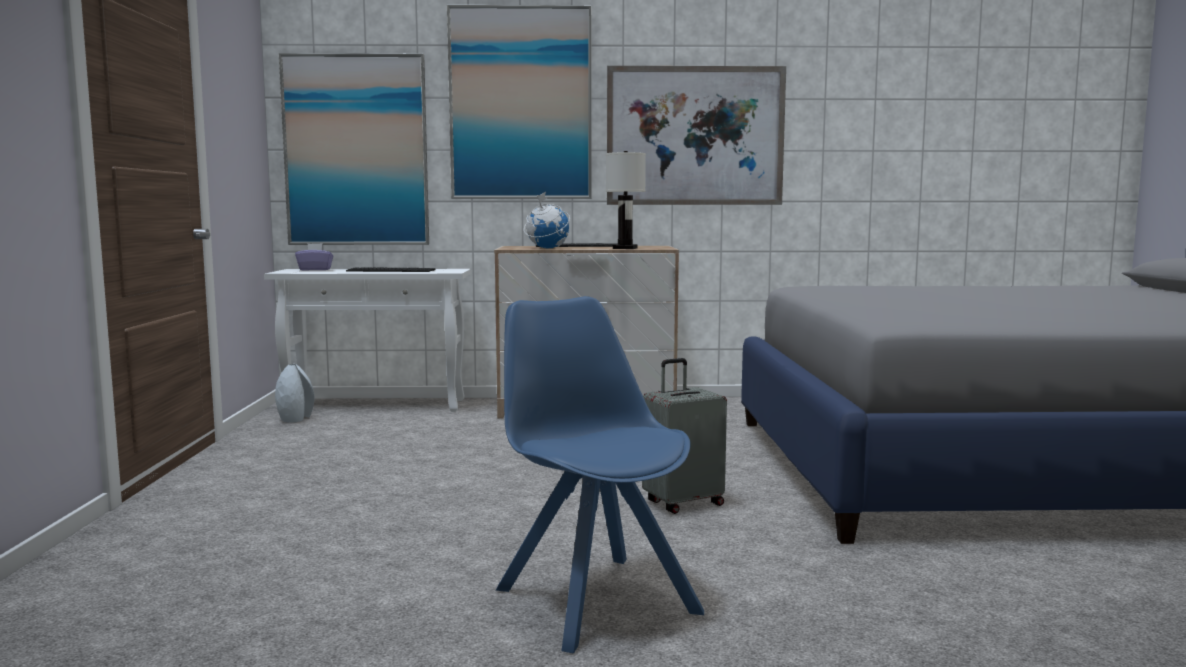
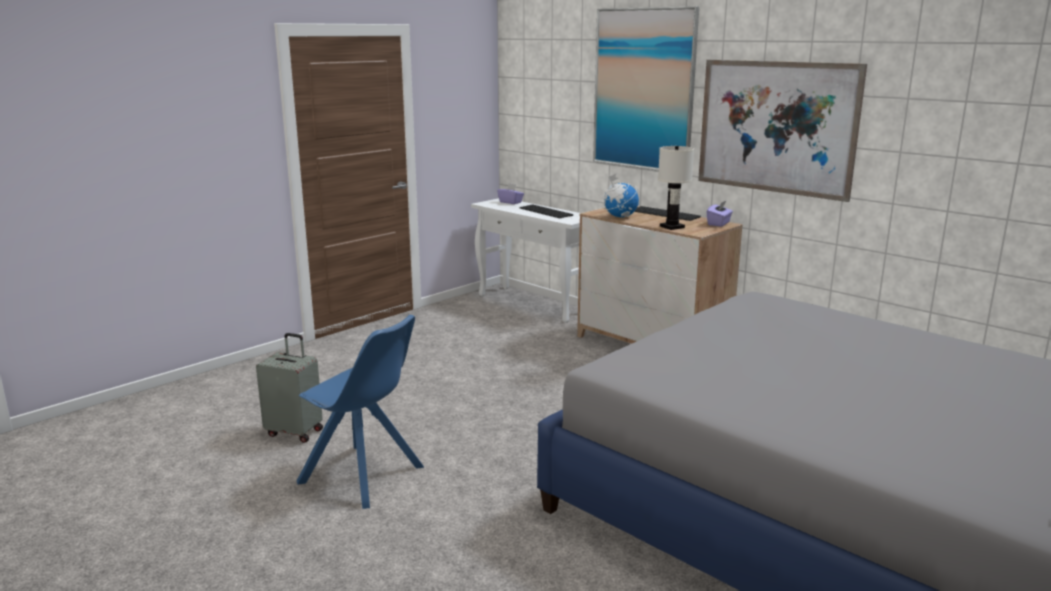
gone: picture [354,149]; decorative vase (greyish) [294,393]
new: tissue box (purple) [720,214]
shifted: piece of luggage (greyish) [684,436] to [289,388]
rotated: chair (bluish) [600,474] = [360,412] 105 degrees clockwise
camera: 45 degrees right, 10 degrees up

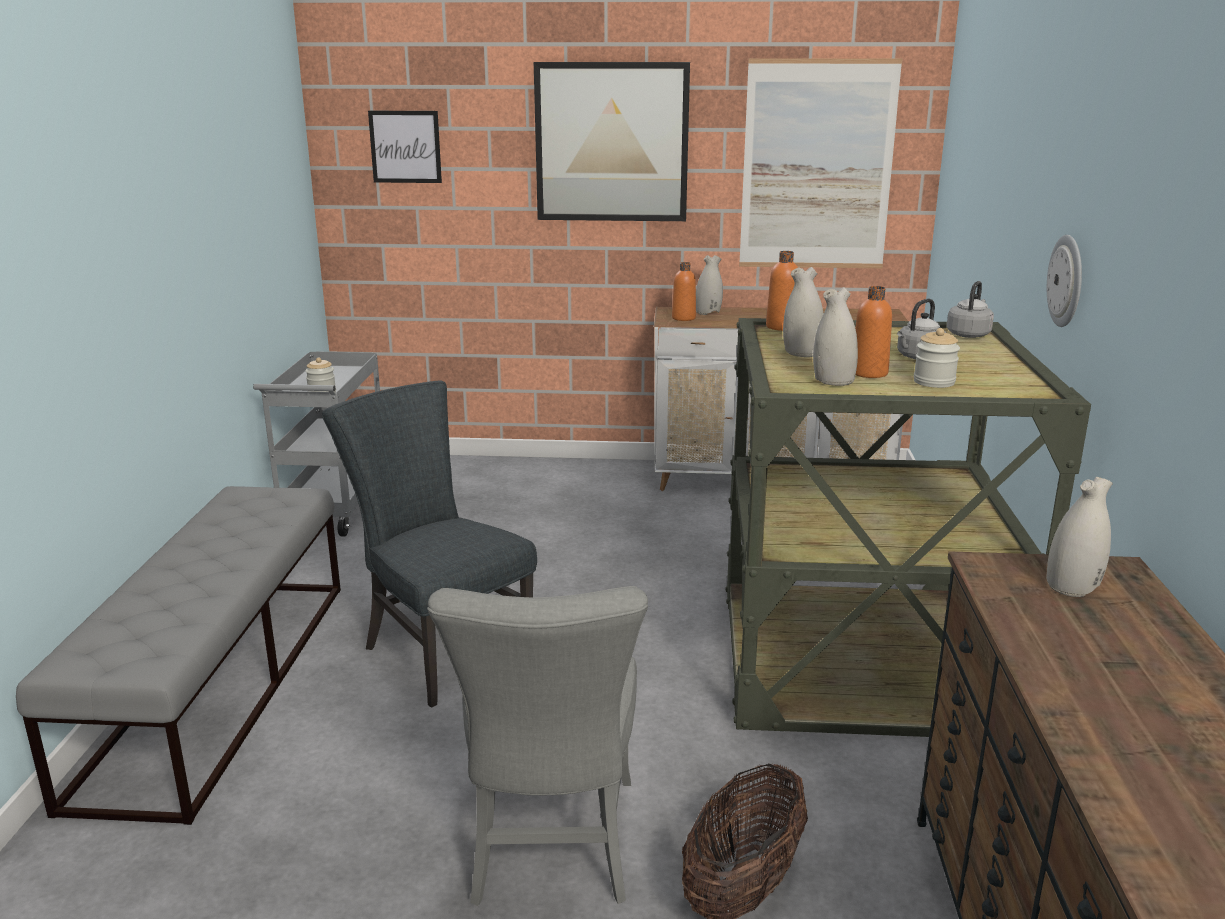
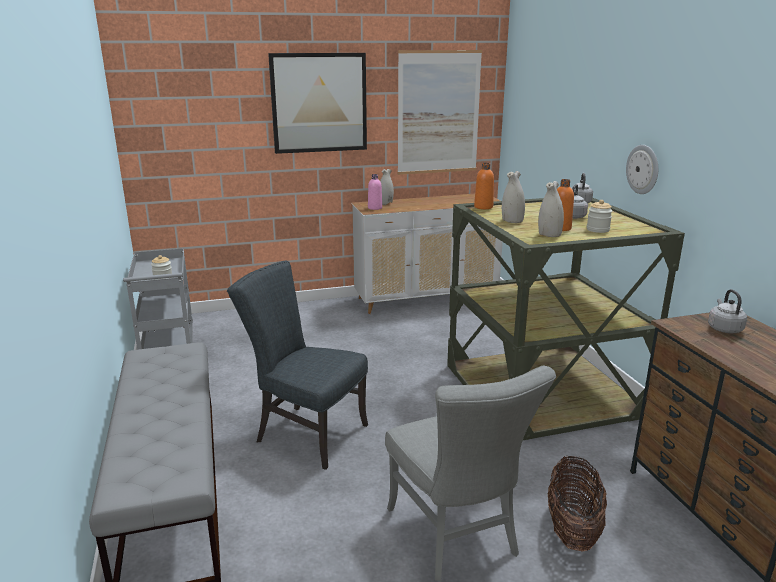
gone: picture [405,147]
swapped: decorative vase (whitish) [1079,537] to kettle (greyish) [727,311]
repainted: beverage bottle (orangey) [684,291] to beverage bottle (pink) [375,192]
camera: 20 degrees left, 0 degrees up

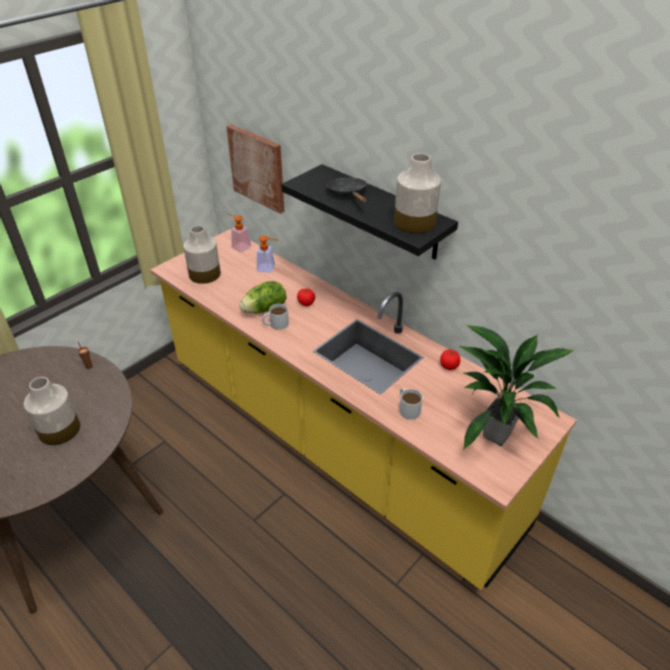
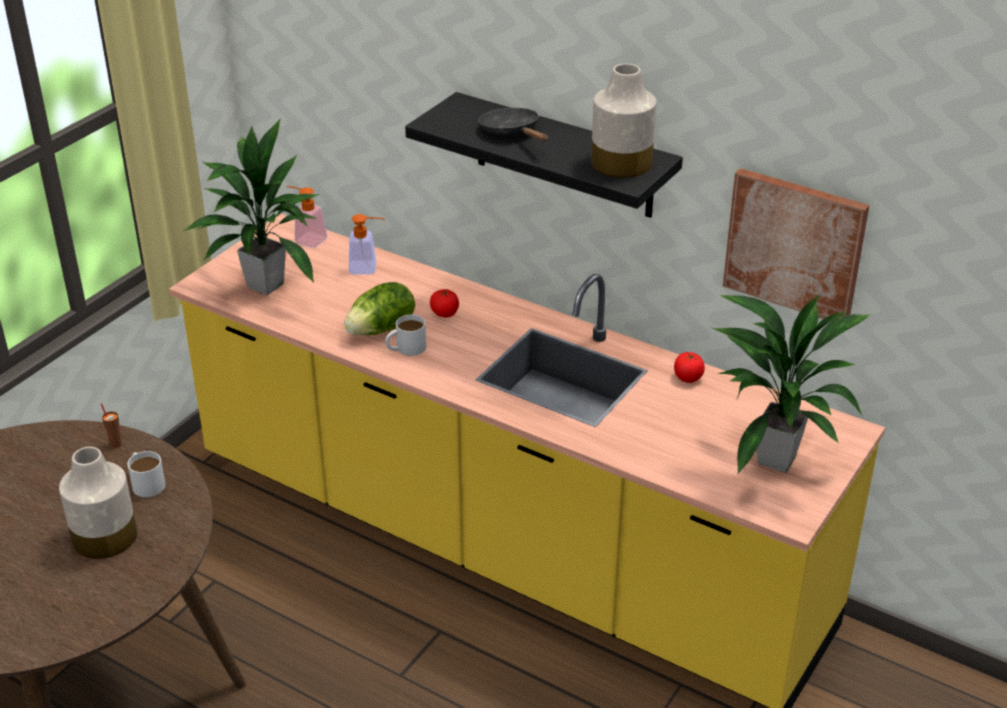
shifted: picture [255,169] to [796,244]; tea mug (whitish) [411,404] to [147,474]
swapped: decorative vase (beige-coloured) [202,255] to plant in a pot [251,207]
camera: 10 degrees left, 5 degrees down

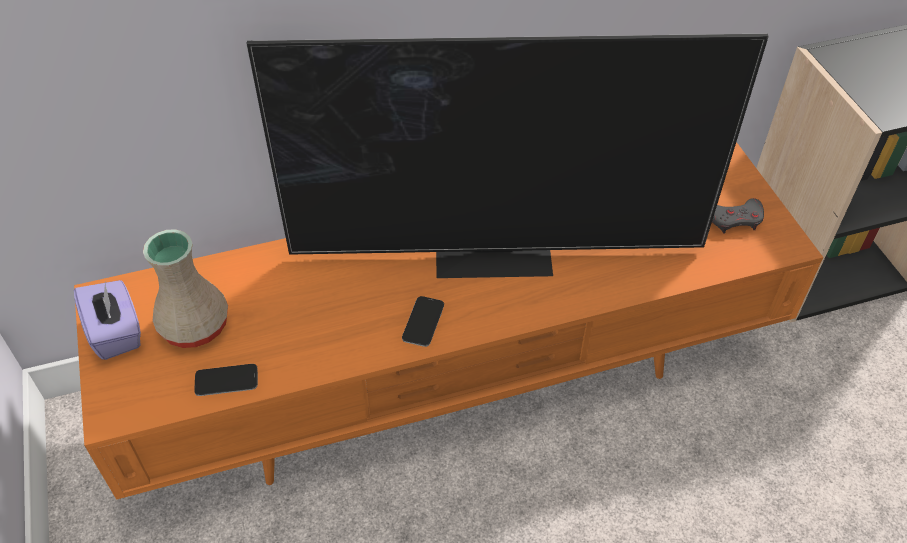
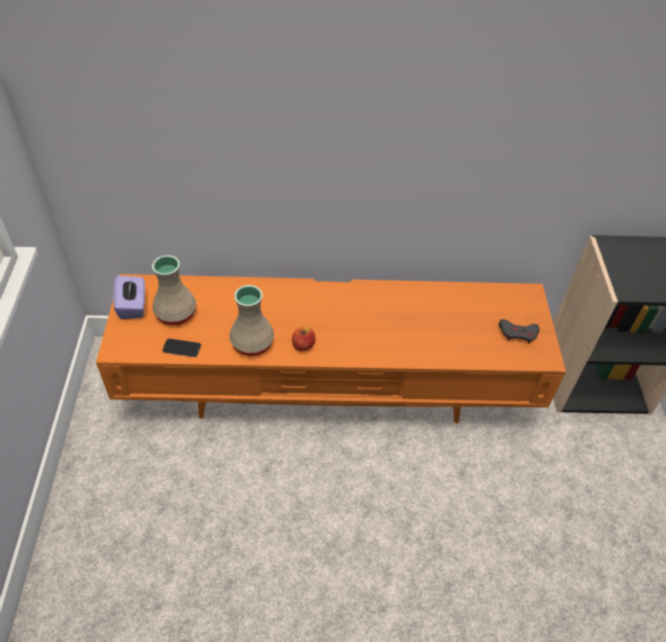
gone: television [507,156]
new: decorative vase (beige-coloured) [252,320]
swapped: phone [423,321] to whole apple [304,339]
camera: 15 degrees right, 0 degrees up

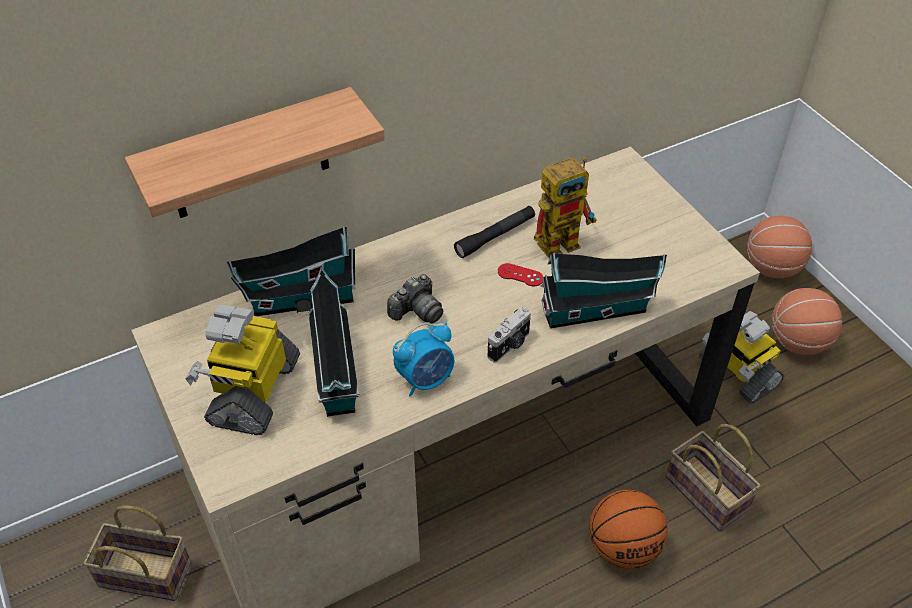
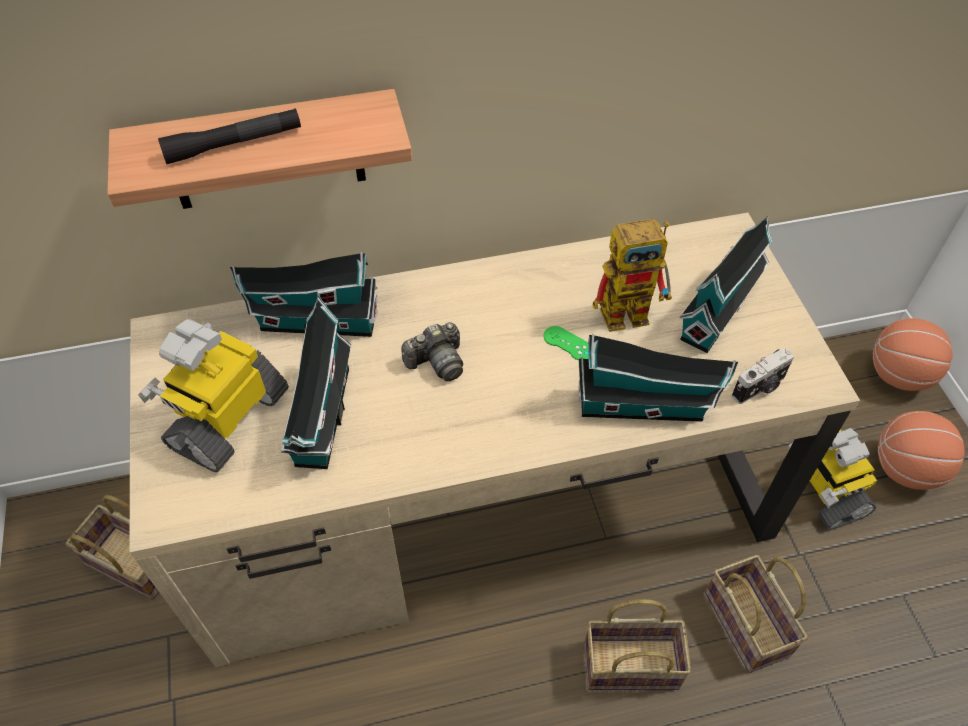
gone: table clock [423,359]
new: model house [726,284]
shifted: flashlight (blackish) [494,232] to [229,136]; photo camera [509,335] to [763,376]
swapped: basketball ball [628,529] to storage basket [638,644]
repainted: joypad (red) [520,274] to joypad (greenish) [565,343]
camera: 15 degrees right, 5 degrees up

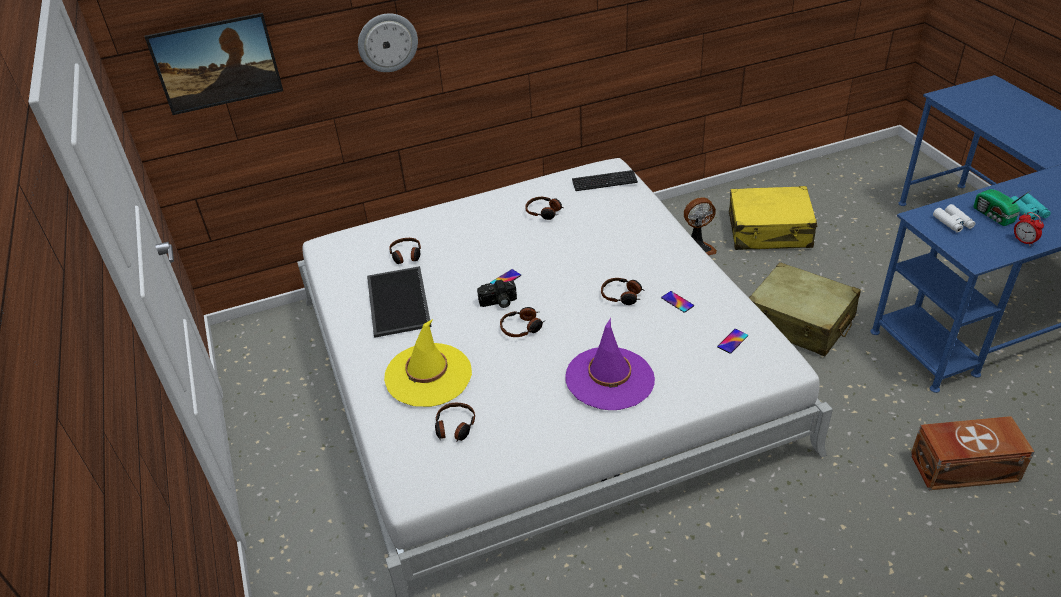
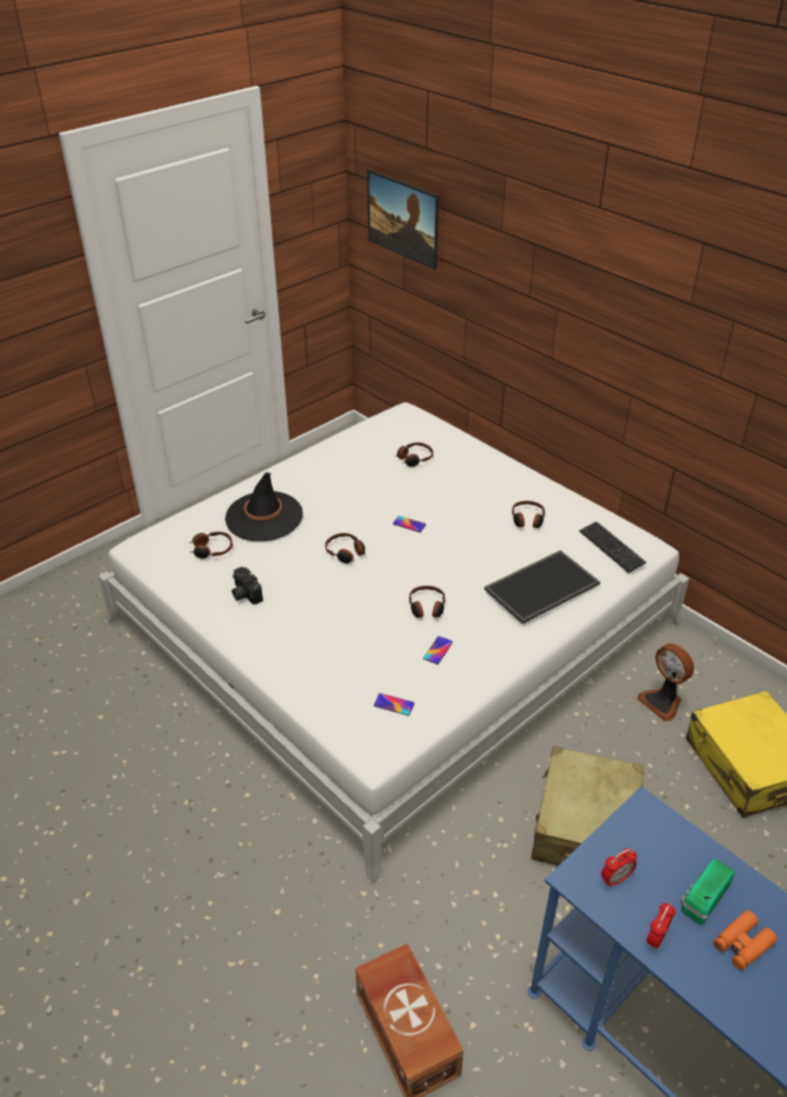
gone: clock on the wall [388,42]; pair of binoculars (whitish) [954,218]; hat (purple) [610,364]
new: table clock [619,867]
shifted: carrying tray [399,302] to [542,587]; photo camera [497,294] to [247,586]
repainted: pair of binoculars (blue-green) [1031,207] to pair of binoculars (orangey) [745,940]; hat (yellowish) [428,363] to hat (blackish) [264,506]
camera: 65 degrees right, 0 degrees up

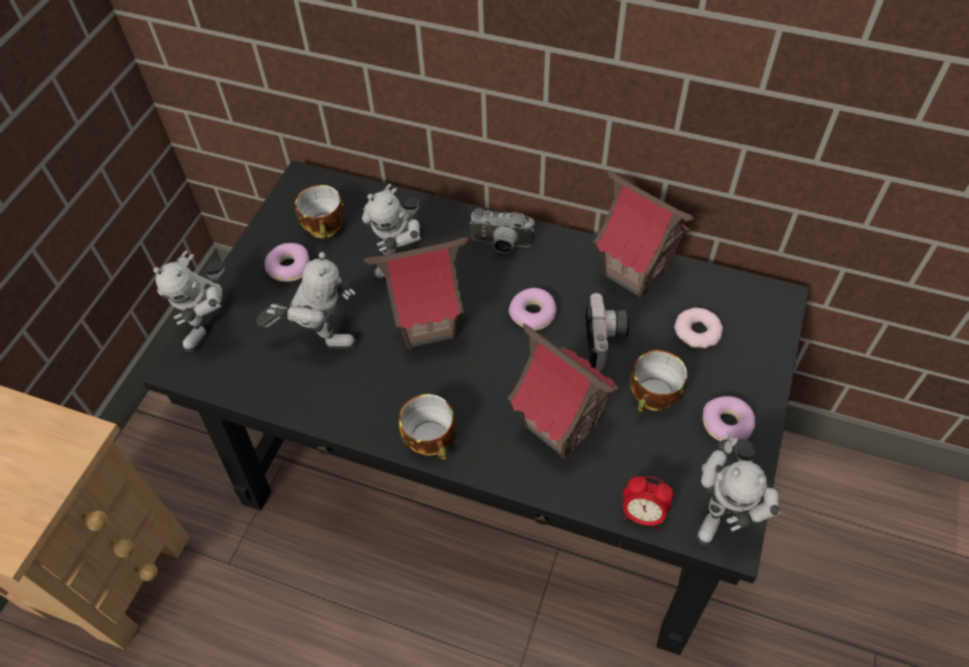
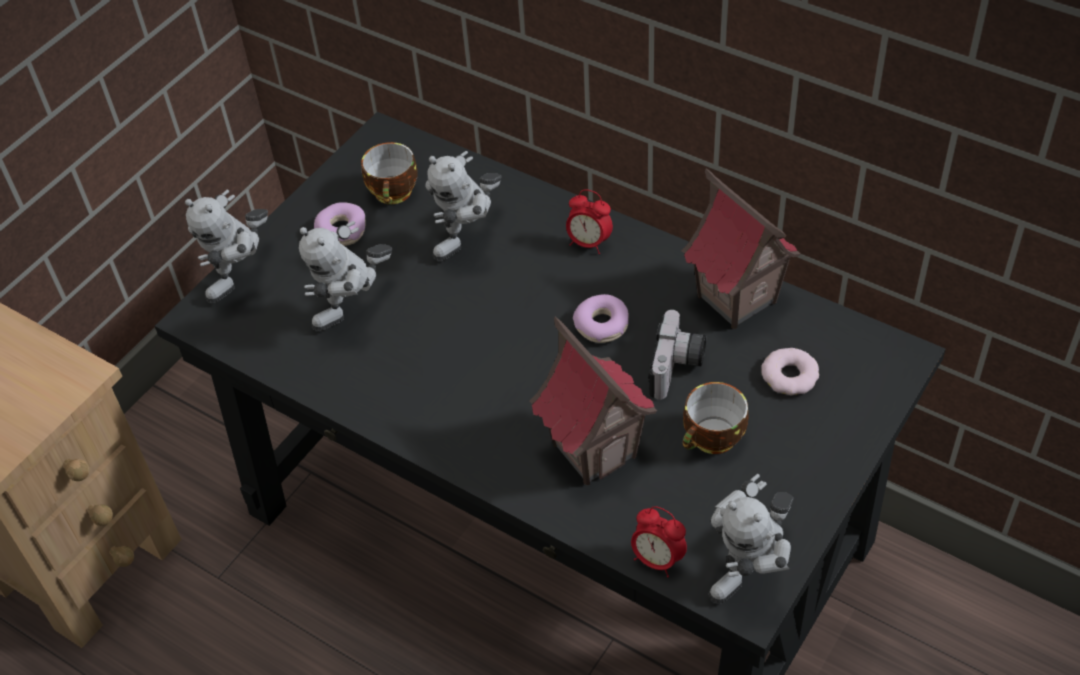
gone: model house [416,293]; small cup [427,427]; ring doughnut [729,419]
swapped: photo camera [502,230] to table clock [589,222]
rotated: robot figure [306,300] = [346,276] 120 degrees clockwise
camera: 15 degrees right, 5 degrees down

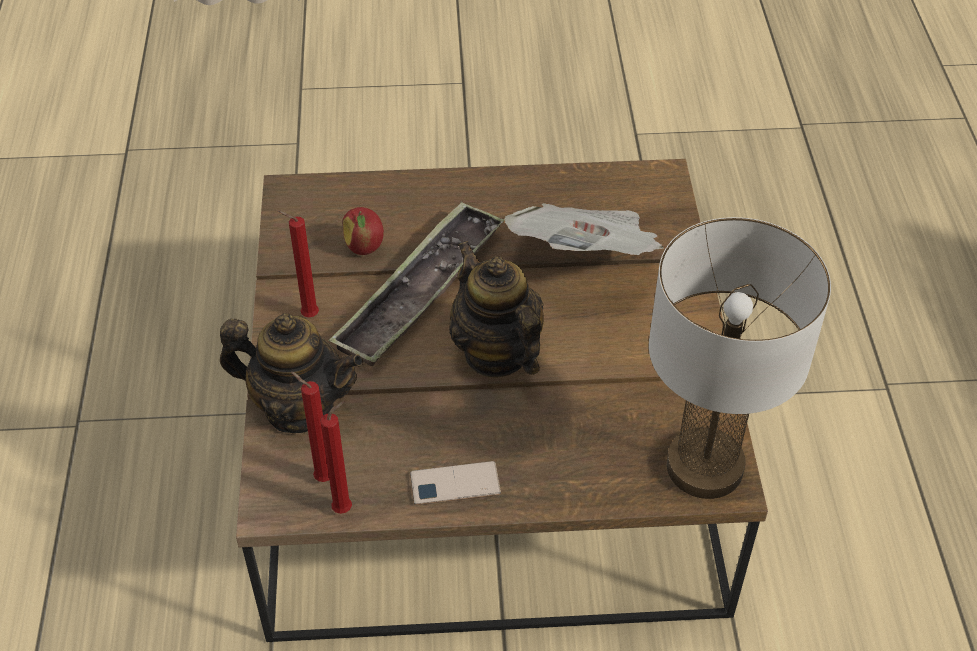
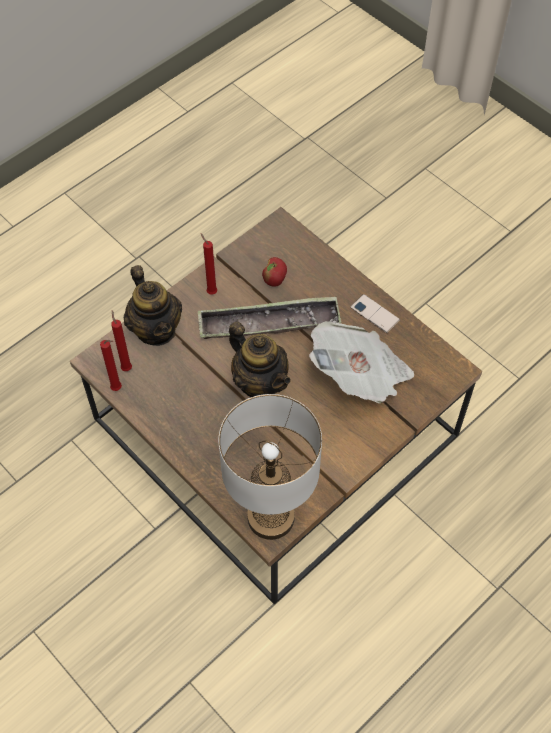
shifted: phone [455,483] to [375,313]
rotated: teapot [496,309] = [260,359] 120 degrees clockwise
camera: 50 degrees right, 10 degrees up

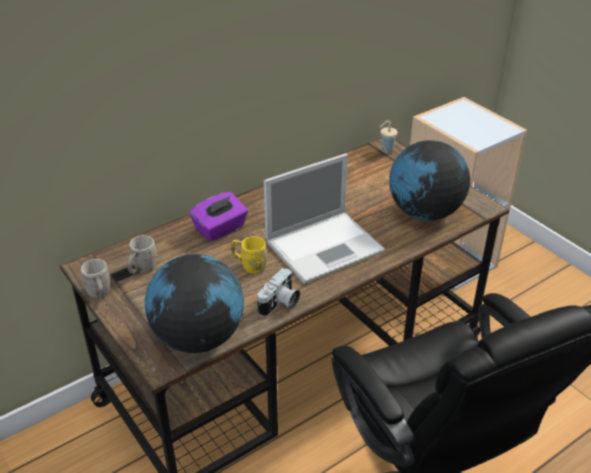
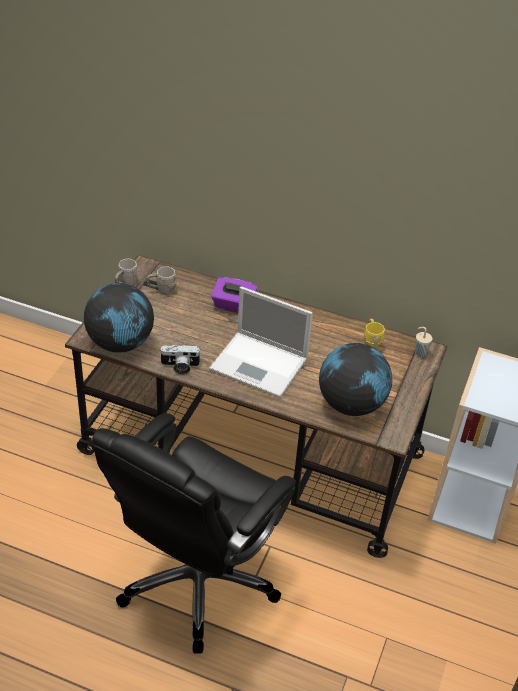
shifted: tea mug (yellowish) [248,255] to [374,334]
camera: 55 degrees right, 5 degrees up

